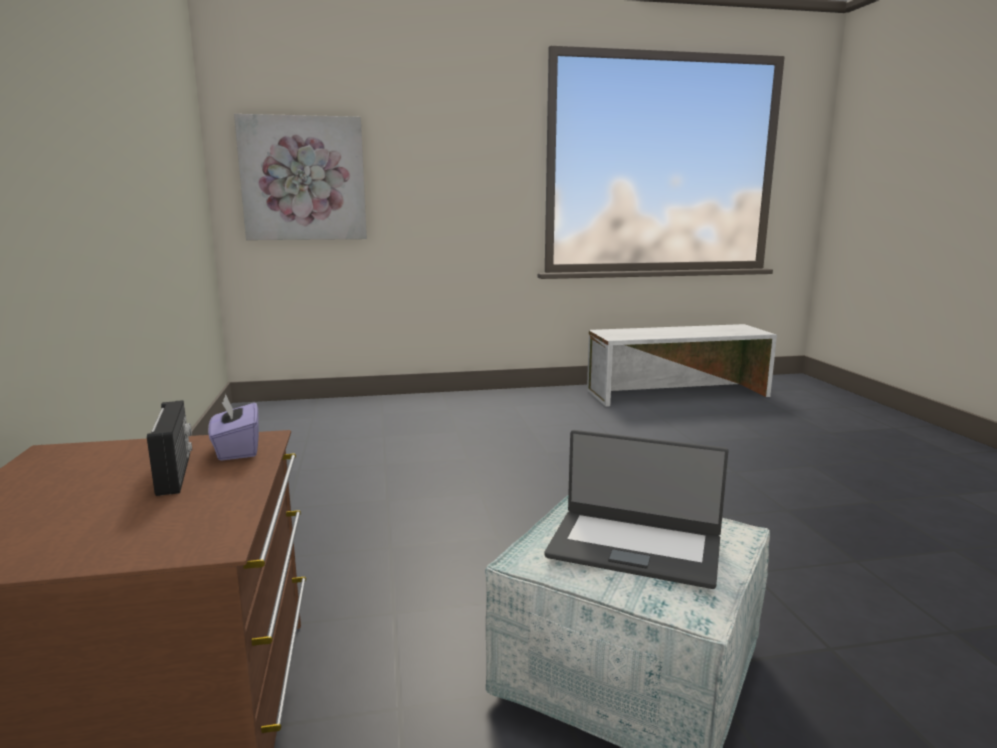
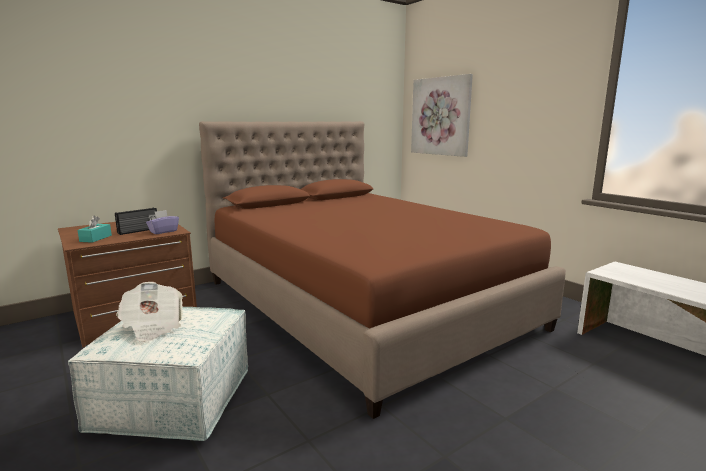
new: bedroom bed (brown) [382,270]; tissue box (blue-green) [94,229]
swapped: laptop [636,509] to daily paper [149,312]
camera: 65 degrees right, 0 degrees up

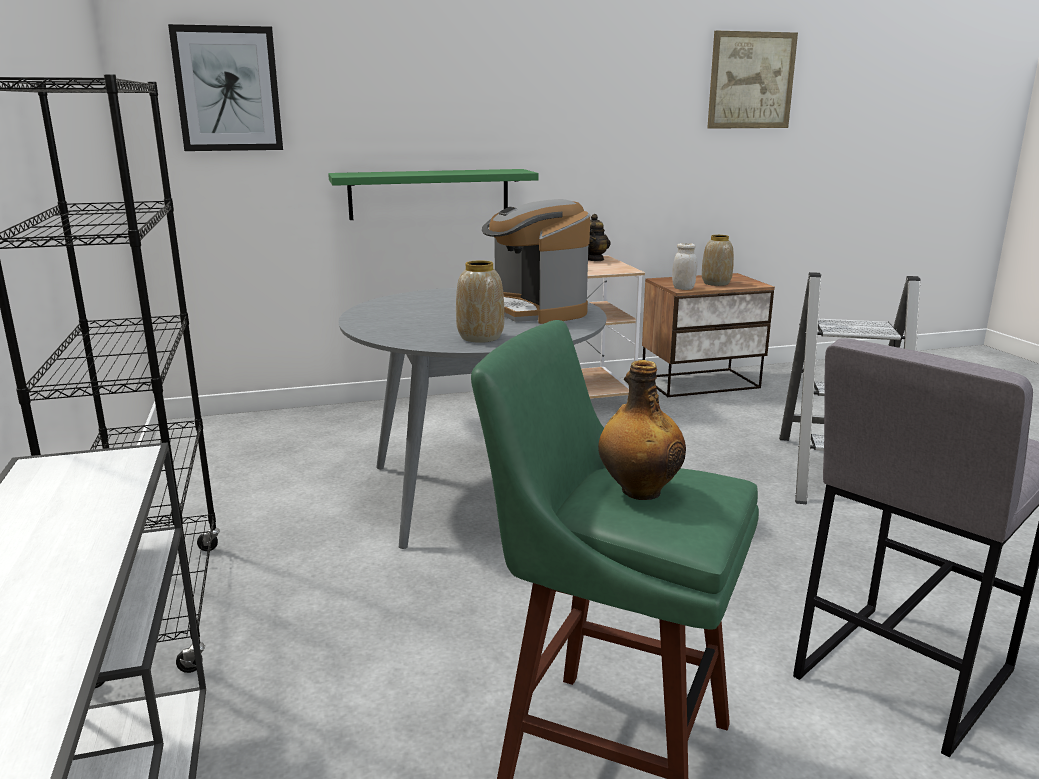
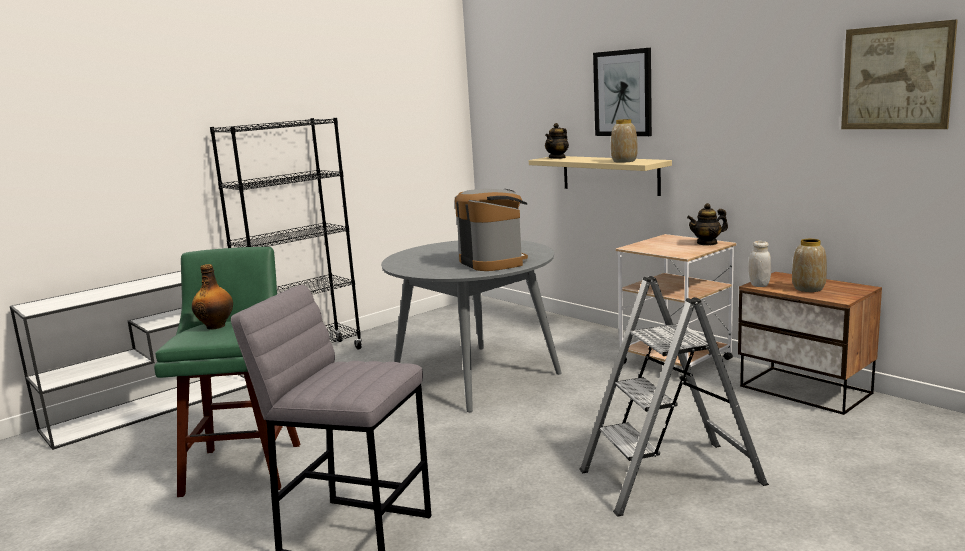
new: teapot [557,141]
shifted: picture [225,87] to [622,92]; decorative vase [480,301] to [624,141]
repainted: wall shelf (greenish) [433,194] to wall shelf (beige-coloured) [600,176]
rotated: coffee brewer [536,261] = [491,230] 120 degrees clockwise
camera: 65 degrees right, 5 degrees down

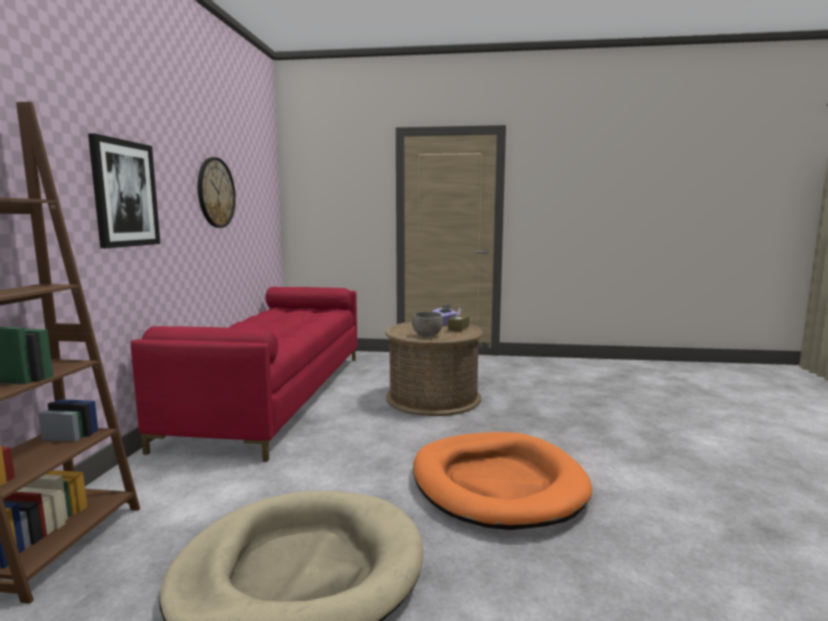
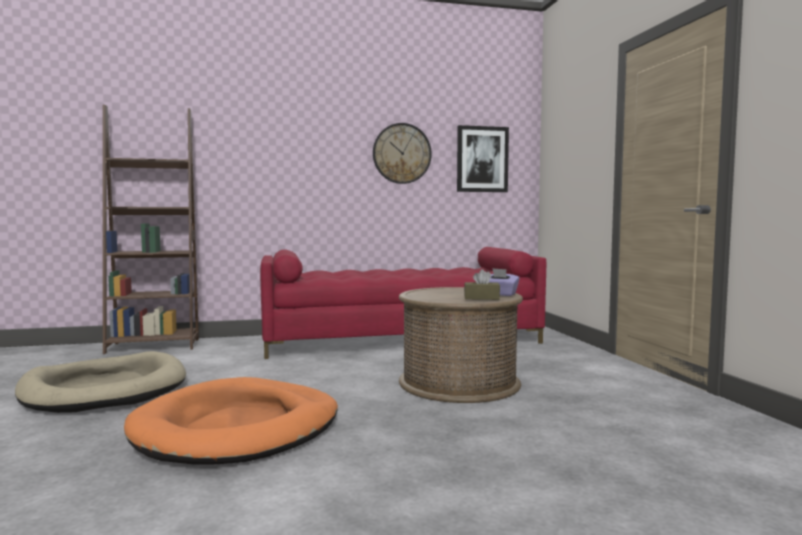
gone: deep dish (greyish) [427,324]
shifted: picture [124,190] to [483,158]
camera: 70 degrees right, 5 degrees down

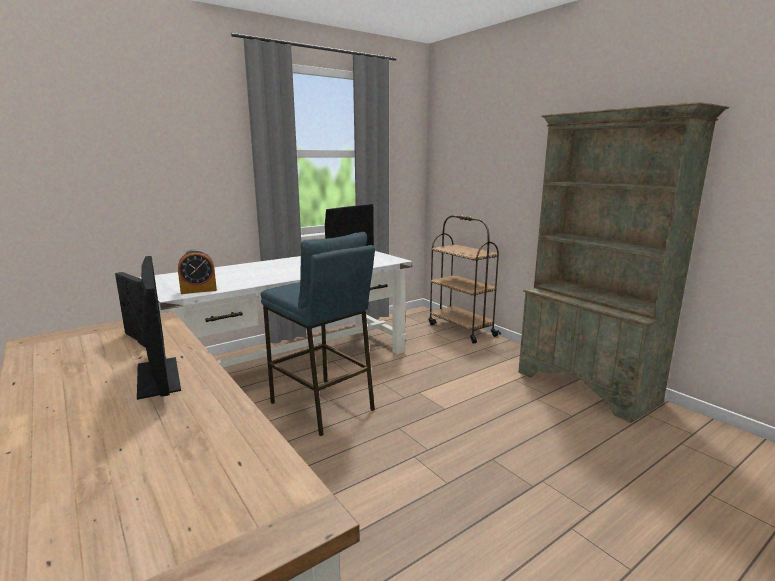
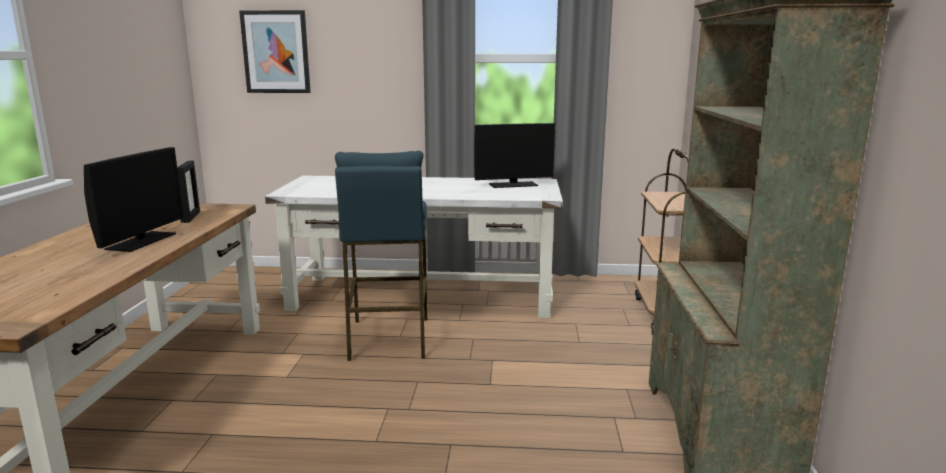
gone: table clock [197,271]
new: picture [275,51]
camera: 40 degrees right, 0 degrees up

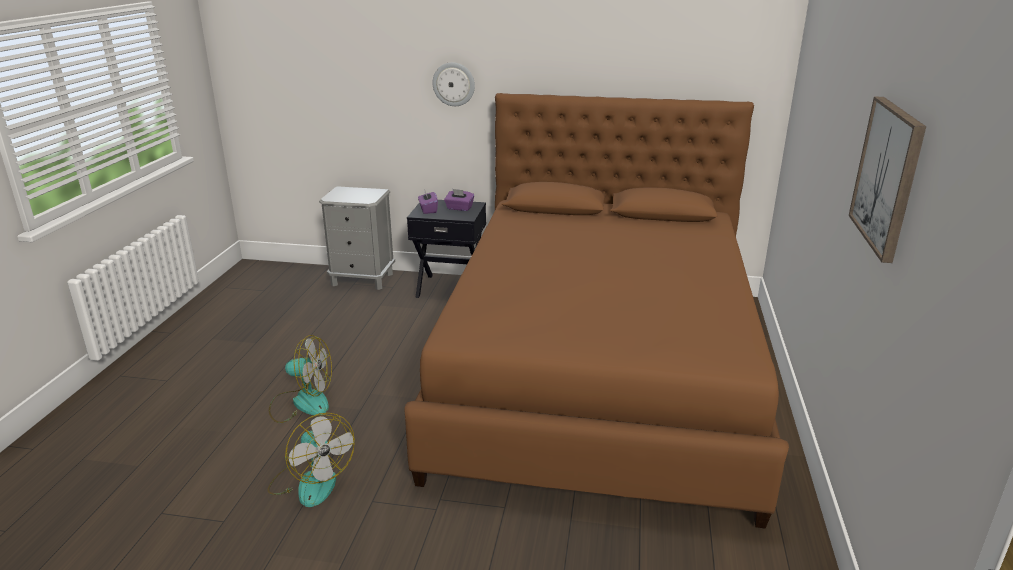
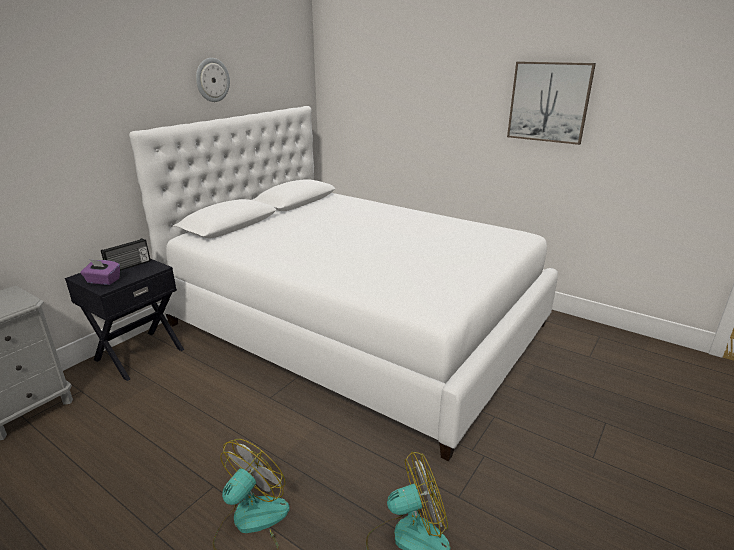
shifted: clock on the wall [453,84] to [213,80]
swapped: tissue box (purple) [459,200] to radio [126,254]
repainted: bedroom bed (brown) [597,311] to bedroom bed (whitish) [343,283]
camera: 65 degrees left, 0 degrees up

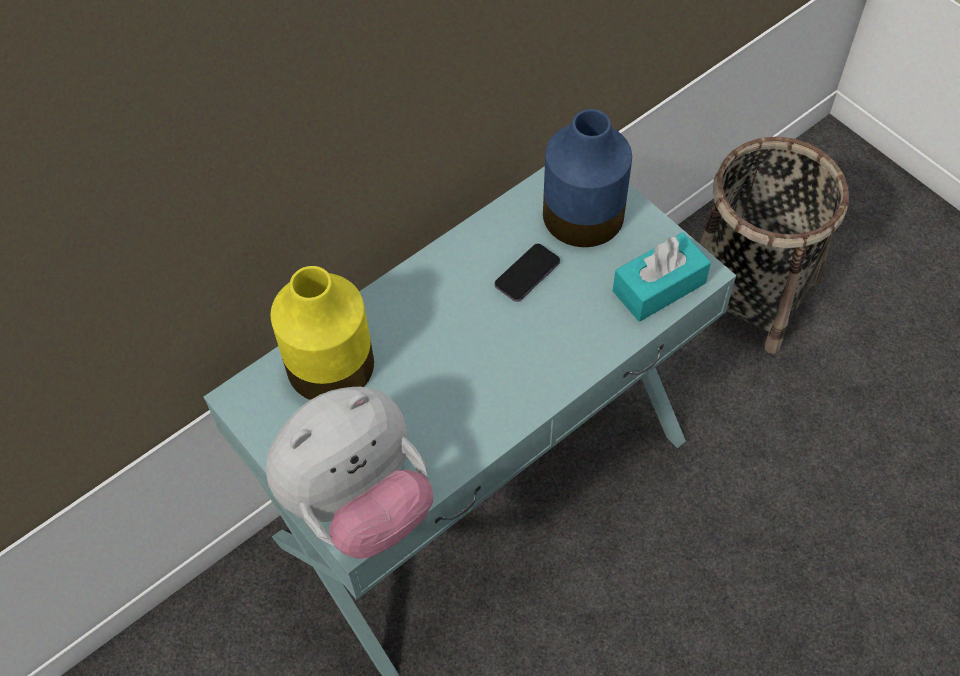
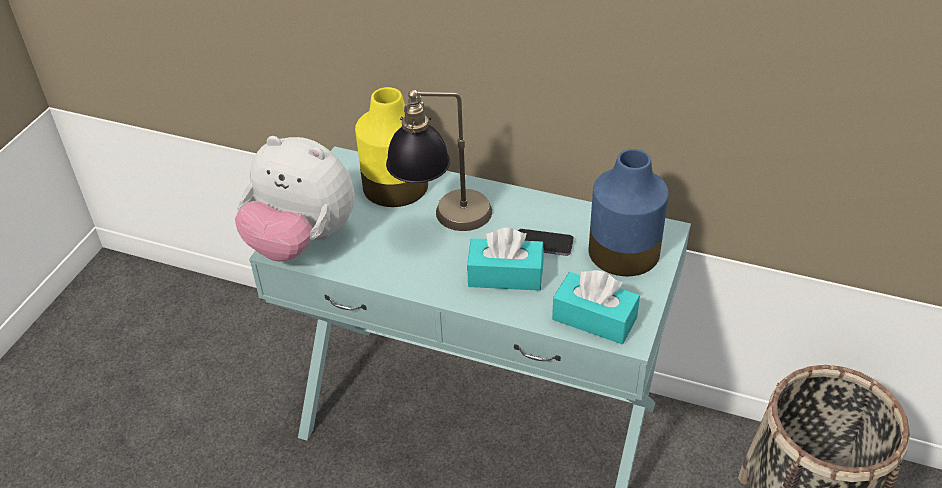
new: lamp for a table [439,160]; tissue box (blue-green) [505,259]
camera: 60 degrees right, 15 degrees down

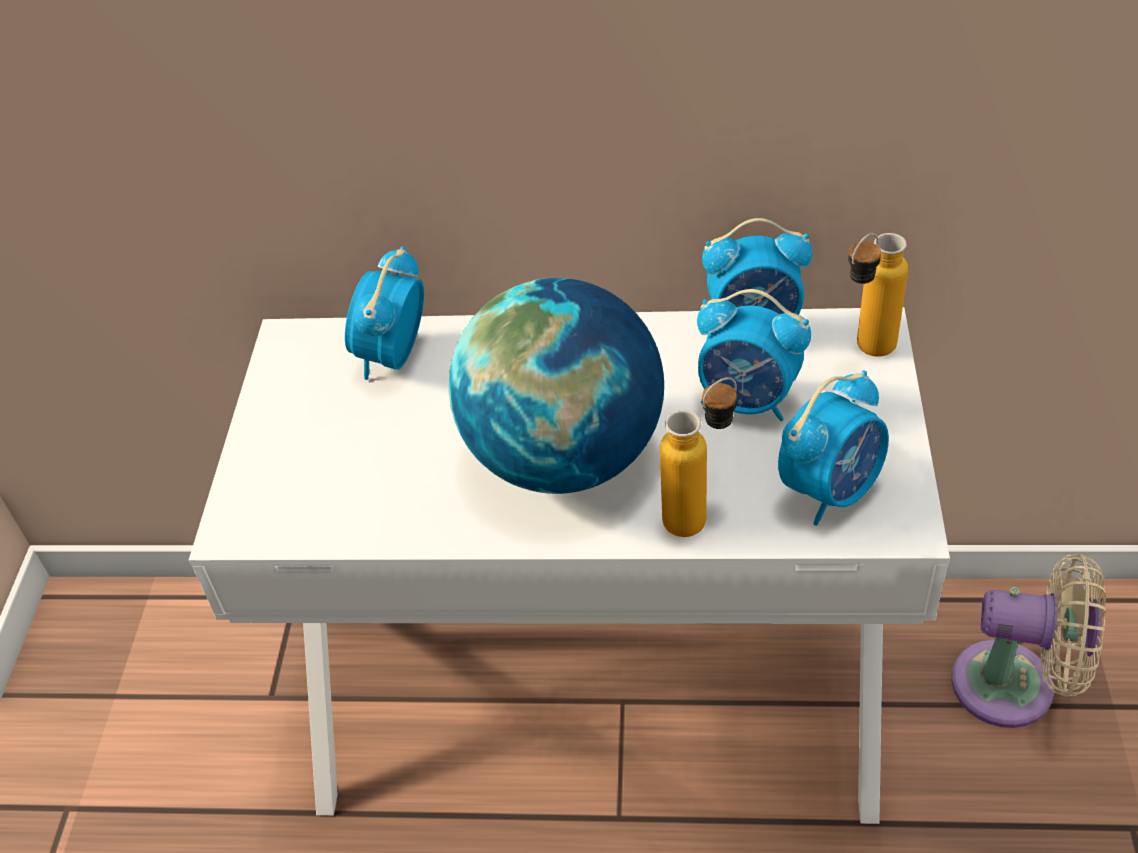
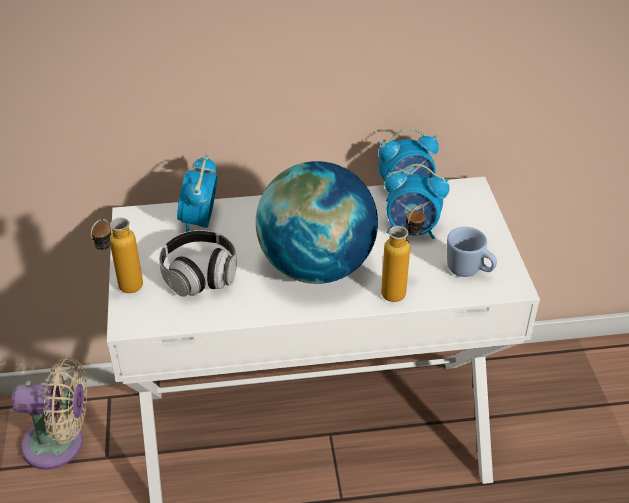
new: headset [198,263]
shifted: beverage bottle [878,295] to [116,255]; electric fan (beige-coloured) [1028,641] to [49,414]
swapped: table clock [833,448] to tea mug (bluish) [472,252]
camera: 15 degrees left, 5 degrees down

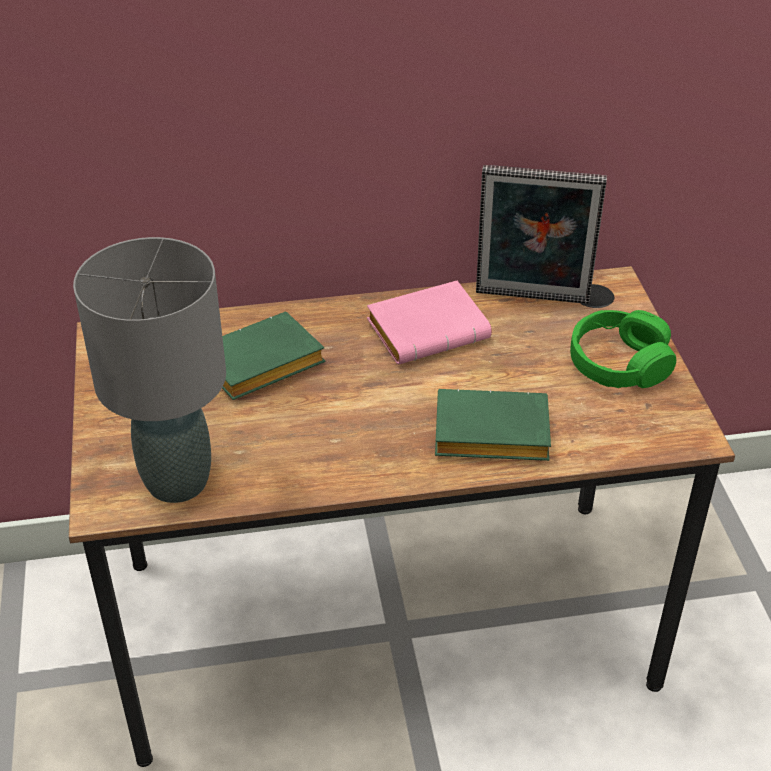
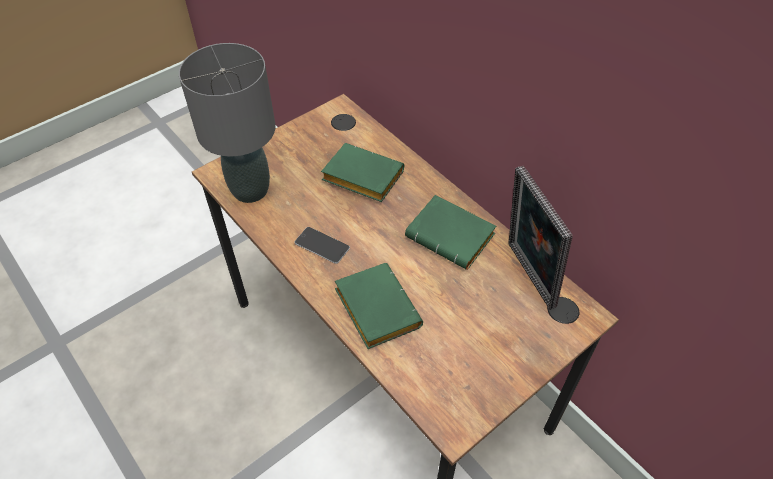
gone: headset (greenish) [623,349]
new: phone [322,245]
repainted: volume (pink) [429,323] to volume (greenish) [450,232]
camera: 60 degrees right, 10 degrees up

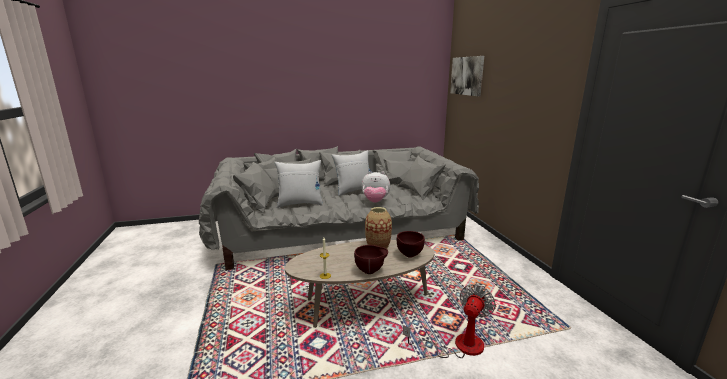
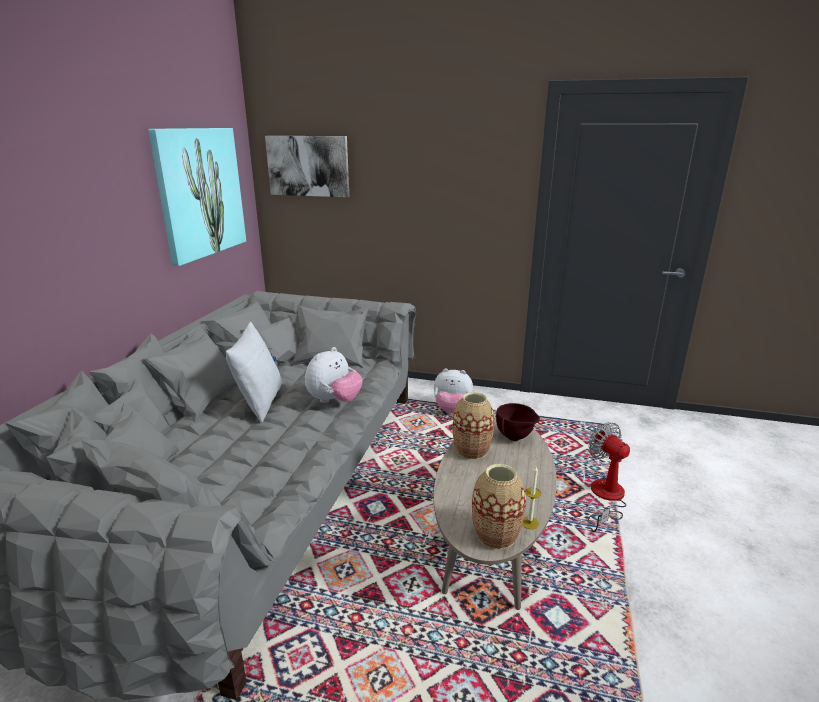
gone: pillow (greyish) [299,184]; deep dish (brown) [371,259]
new: picture [197,197]; soft toy [453,390]; decorative vase [499,507]
camera: 60 degrees left, 5 degrees up

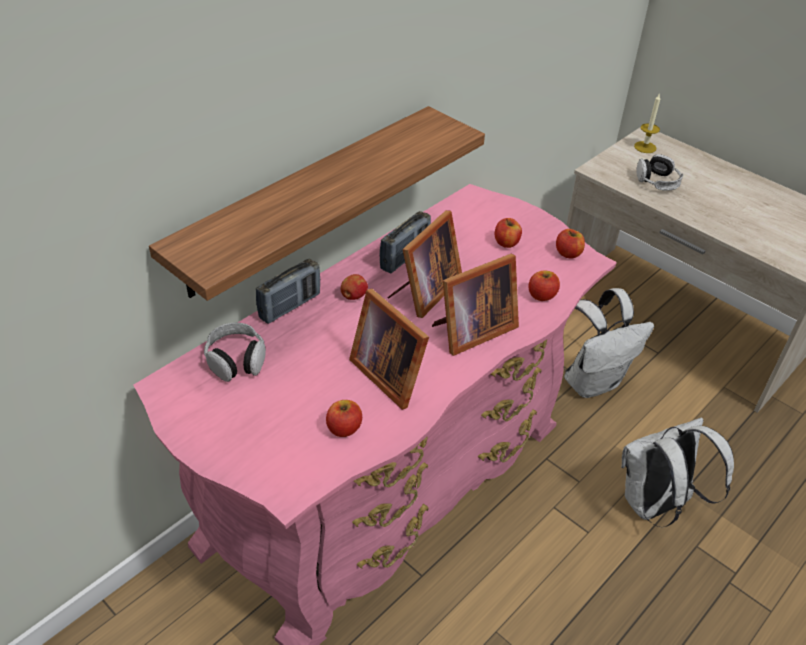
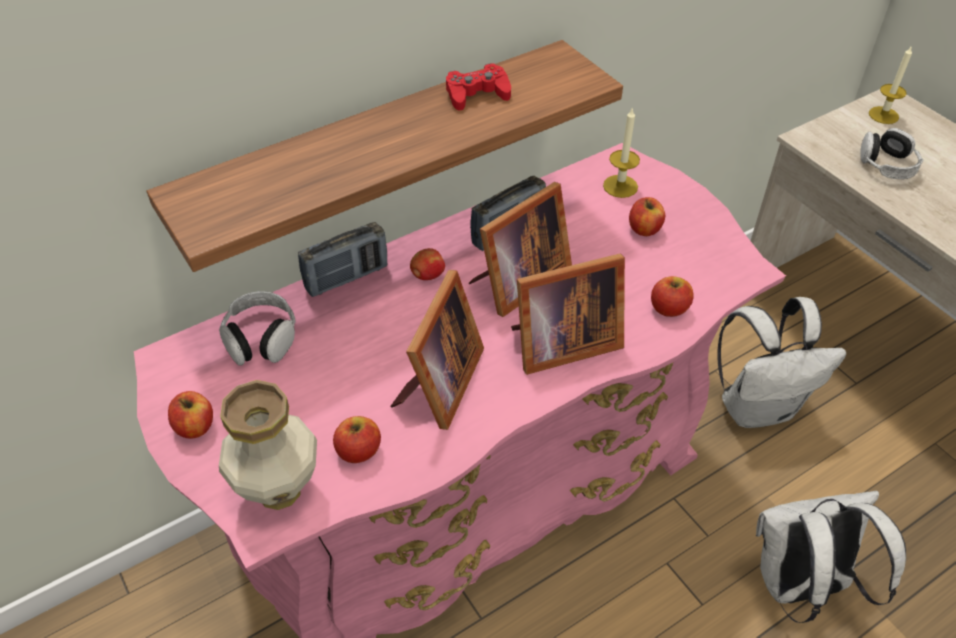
new: joypad (red) [478,87]; wax light [621,152]; decorative vase [268,445]
shifted: whole apple [570,243] to [190,415]
rotated: standing frame [389,349] = [437,350] 135 degrees counterclockwise
camera: 15 degrees right, 5 degrees up

